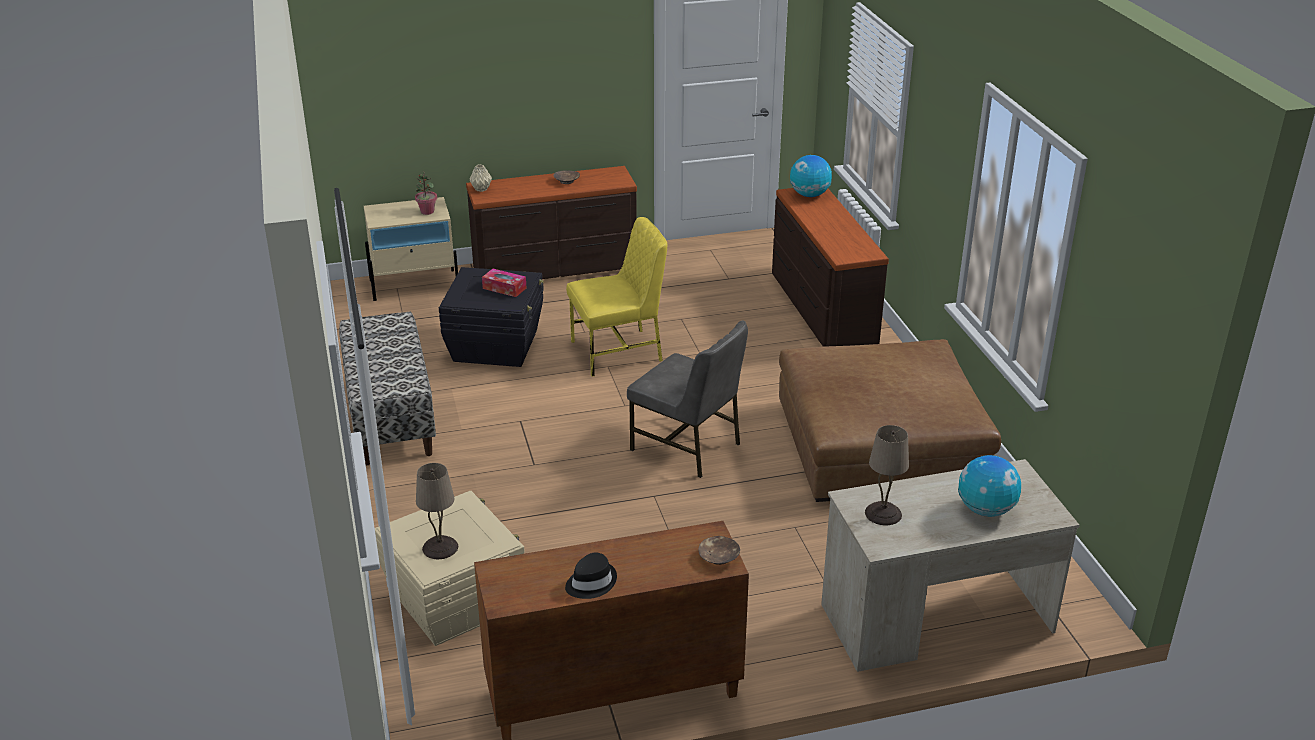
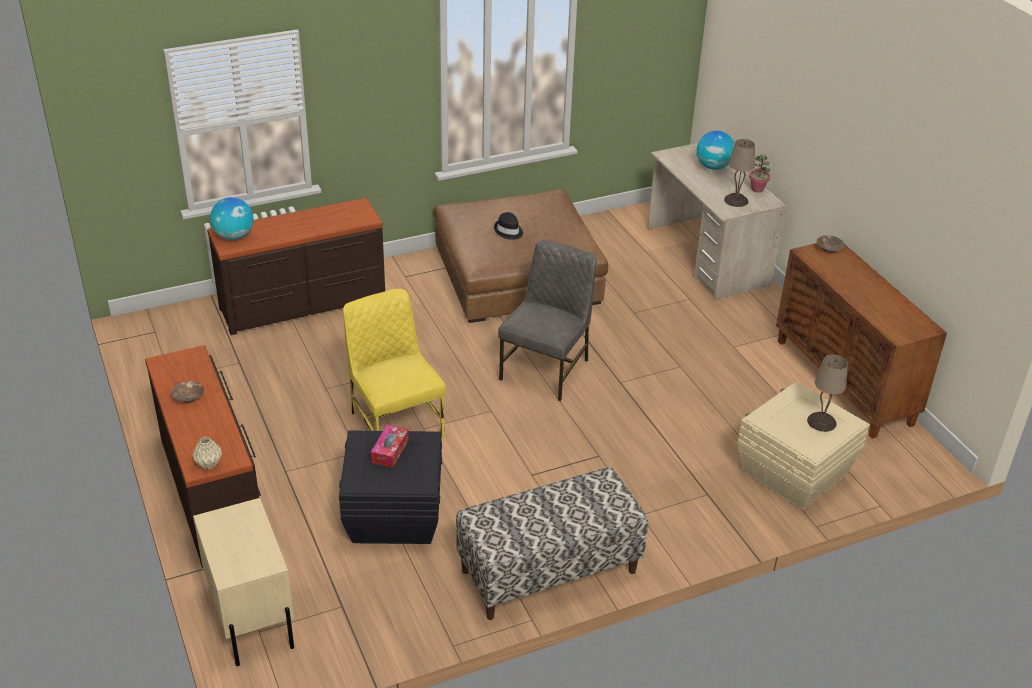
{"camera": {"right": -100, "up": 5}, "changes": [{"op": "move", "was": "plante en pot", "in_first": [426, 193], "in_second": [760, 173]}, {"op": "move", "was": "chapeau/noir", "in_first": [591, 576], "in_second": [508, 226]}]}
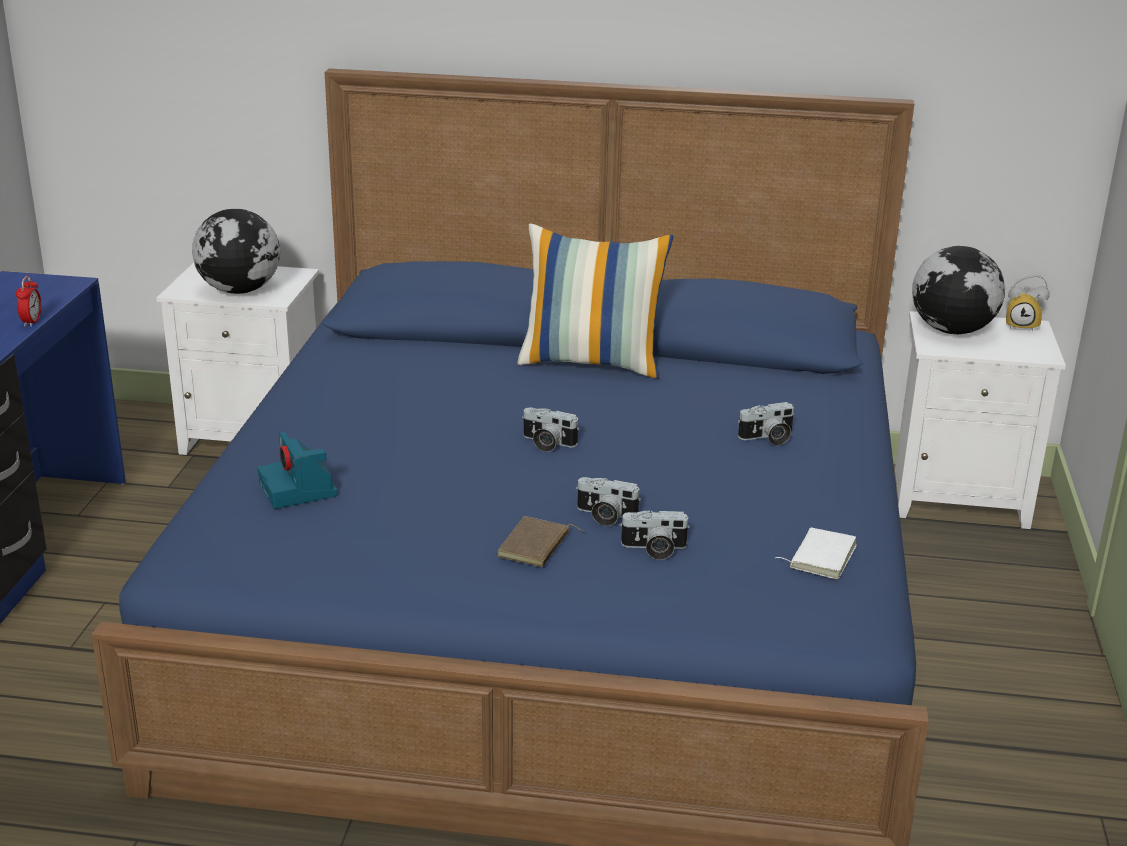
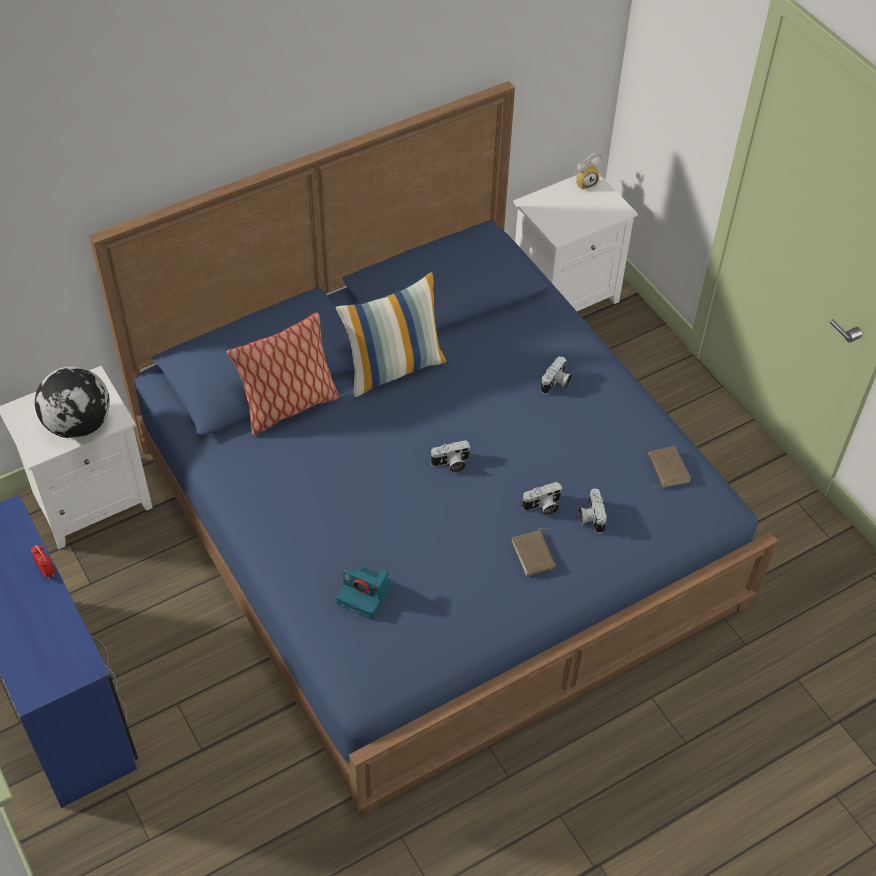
{"camera": {"right": -40, "up": 25}, "changes": [{"op": "delete", "was": "globe", "in_first": [958, 290]}, {"op": "insert", "now": "coussin", "in_second": [283, 373]}, {"op": "recolor", "was": "livre/blanc", "now": "livre/marron", "in_first": [816, 553], "in_second": [669, 467]}, {"op": "rotate", "was": "appareil photo", "in_first": [655, 535], "in_second": [593, 510], "clockwise": 120}]}
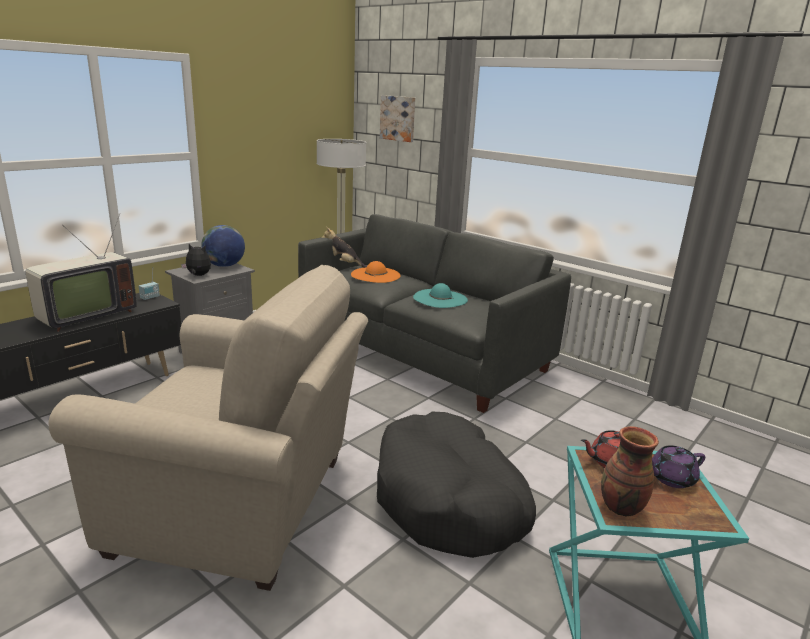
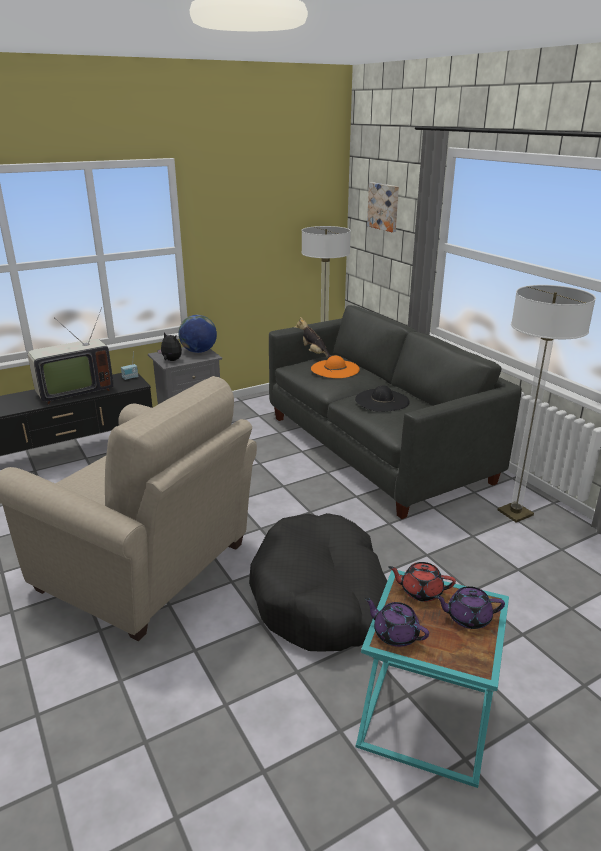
{"camera": {"right": 20, "up": 5}, "changes": [{"op": "insert", "now": "lampadaire", "in_second": [547, 404]}, {"op": "replace", "was": "vase", "now": "théière/violet", "in_first": [630, 471], "in_second": [397, 622]}, {"op": "recolor", "was": "chapeau/turquoise", "now": "chapeau/noir", "in_first": [440, 295], "in_second": [382, 398]}]}
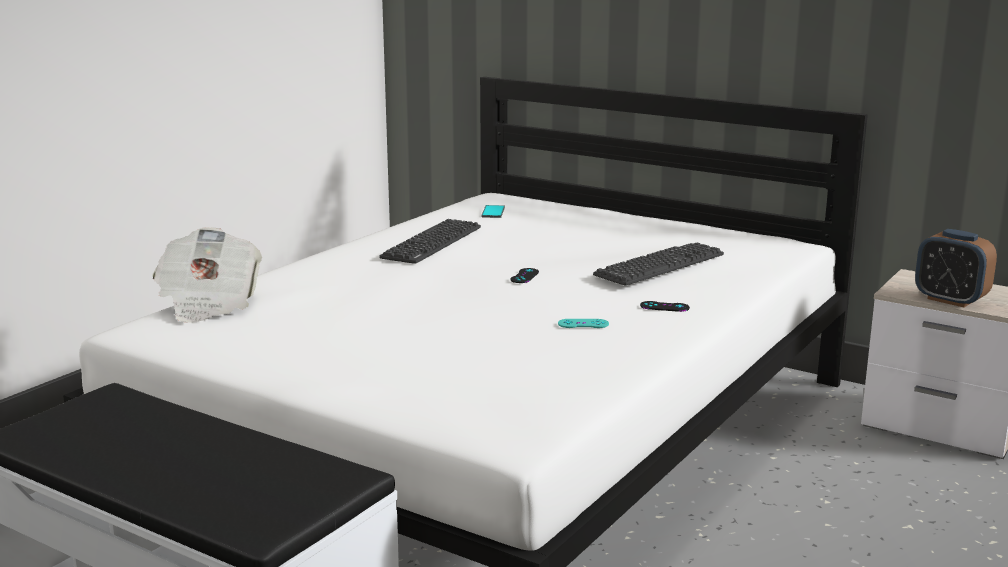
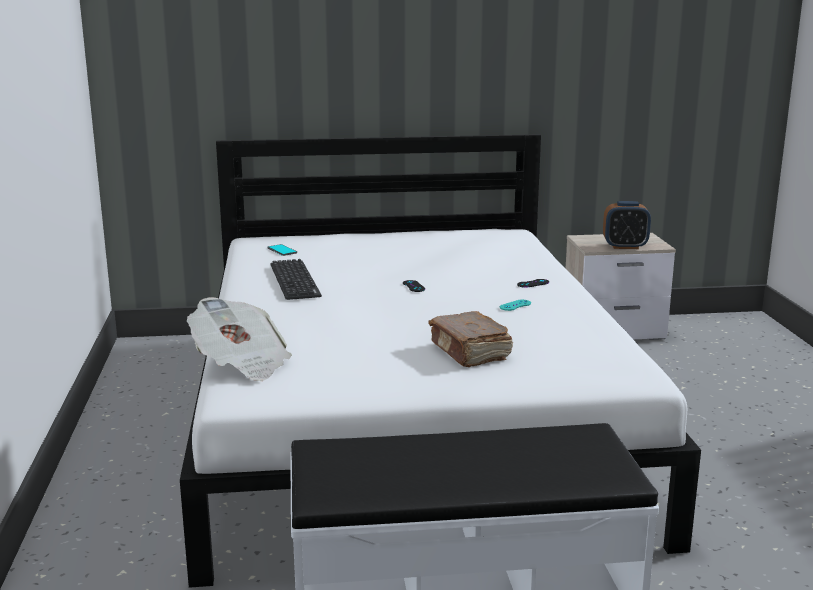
{"camera": {"right": -40, "up": 0}, "changes": [{"op": "delete", "was": "clavier", "in_first": [658, 264]}, {"op": "insert", "now": "livre/marron", "in_second": [470, 339]}]}
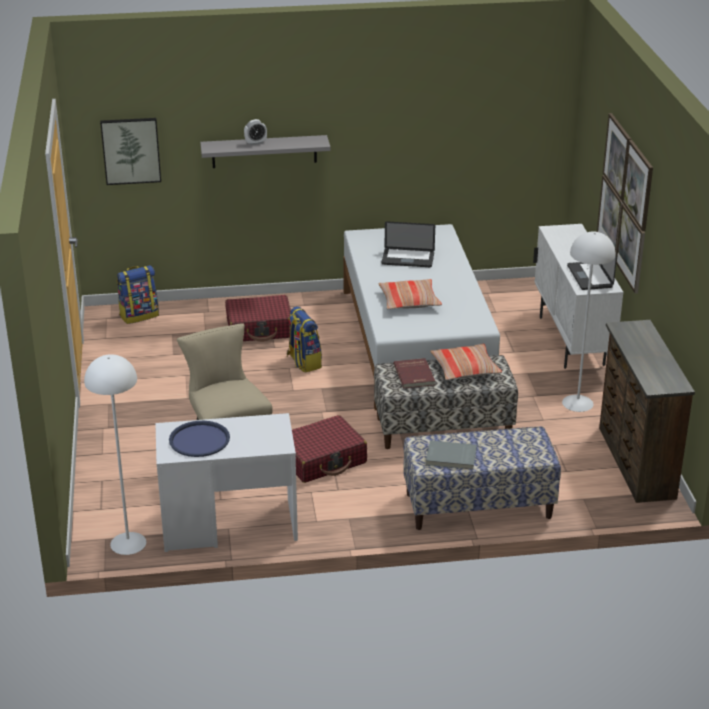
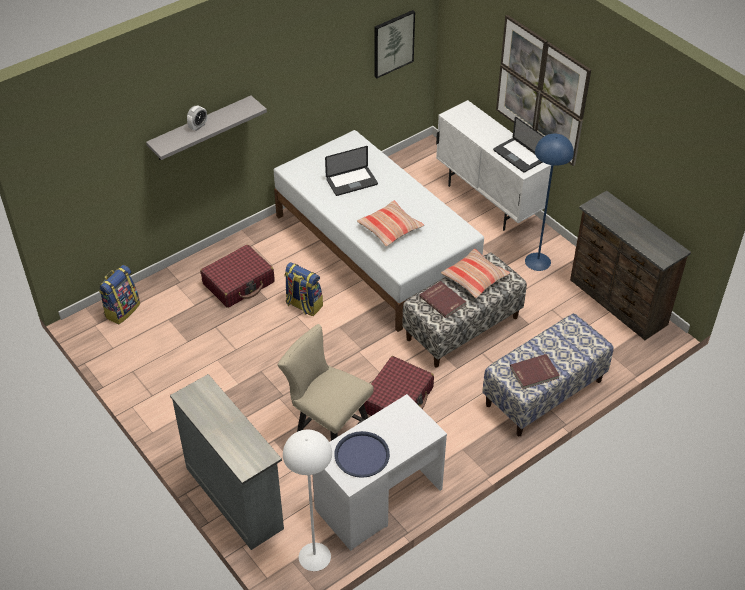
{"camera": {"right": -30, "up": 15}, "changes": [{"op": "insert", "now": "commode/gris", "in_second": [227, 462]}, {"op": "move", "was": "tableau", "in_first": [130, 151], "in_second": [395, 44]}, {"op": "recolor", "was": "livre/gris", "now": "livre/rouge", "in_first": [451, 455], "in_second": [535, 371]}, {"op": "recolor", "was": "lampadaire/blanc", "now": "lampadaire/bleu", "in_first": [589, 322], "in_second": [549, 202]}]}
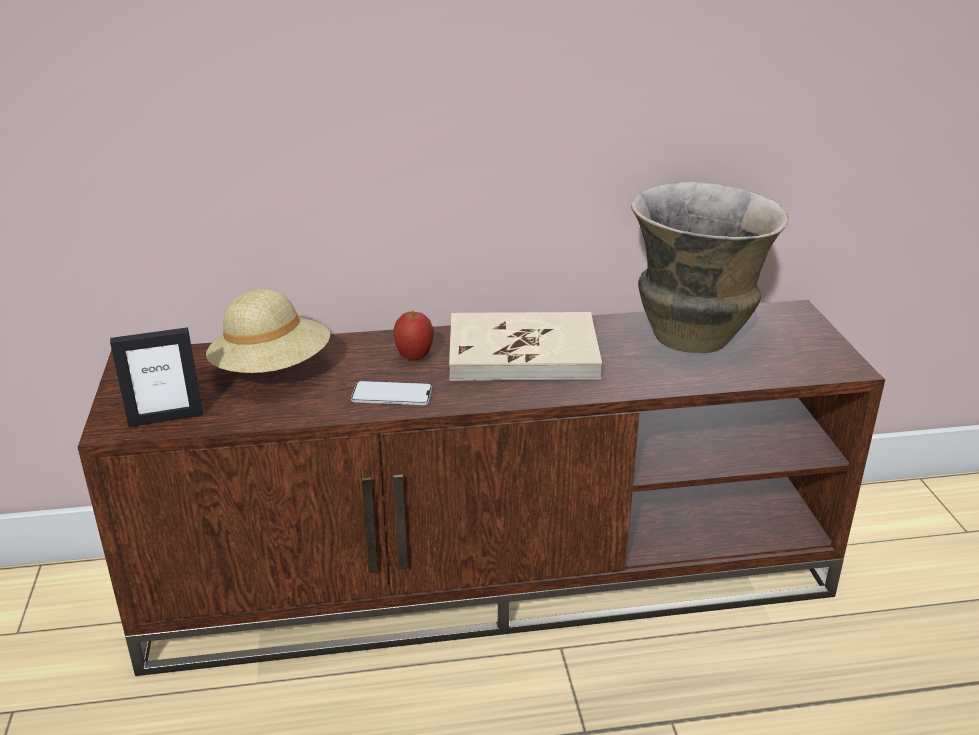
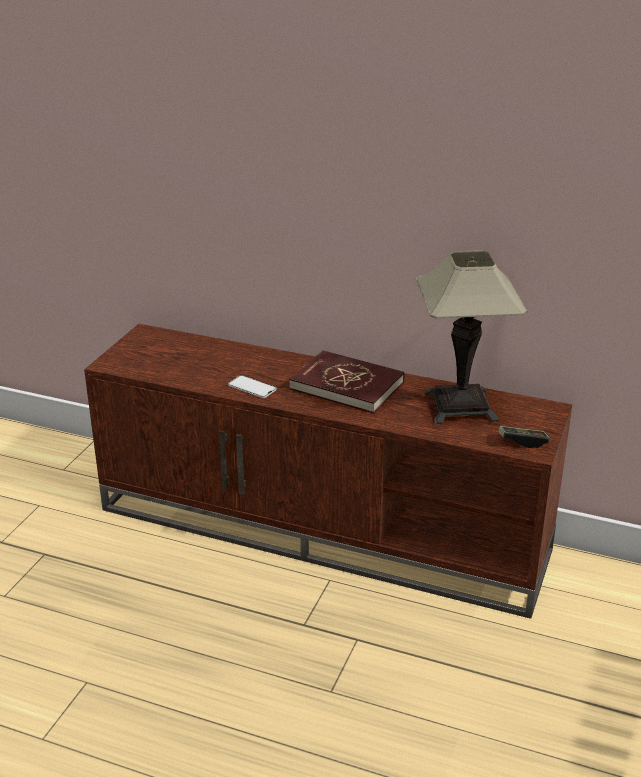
{"camera": {"right": 30, "up": 0}, "changes": [{"op": "delete", "was": "cadre photo", "in_first": [156, 377]}, {"op": "delete", "was": "chapeau/beige", "in_first": [268, 331]}, {"op": "delete", "was": "pomme", "in_first": [413, 336]}, {"op": "insert", "now": "manette", "in_second": [524, 437]}, {"op": "replace", "was": "vase", "now": "lampe de table", "in_first": [710, 267], "in_second": [471, 337]}, {"op": "recolor", "was": "livre/beige", "now": "livre/rouge", "in_first": [525, 346], "in_second": [346, 381]}]}
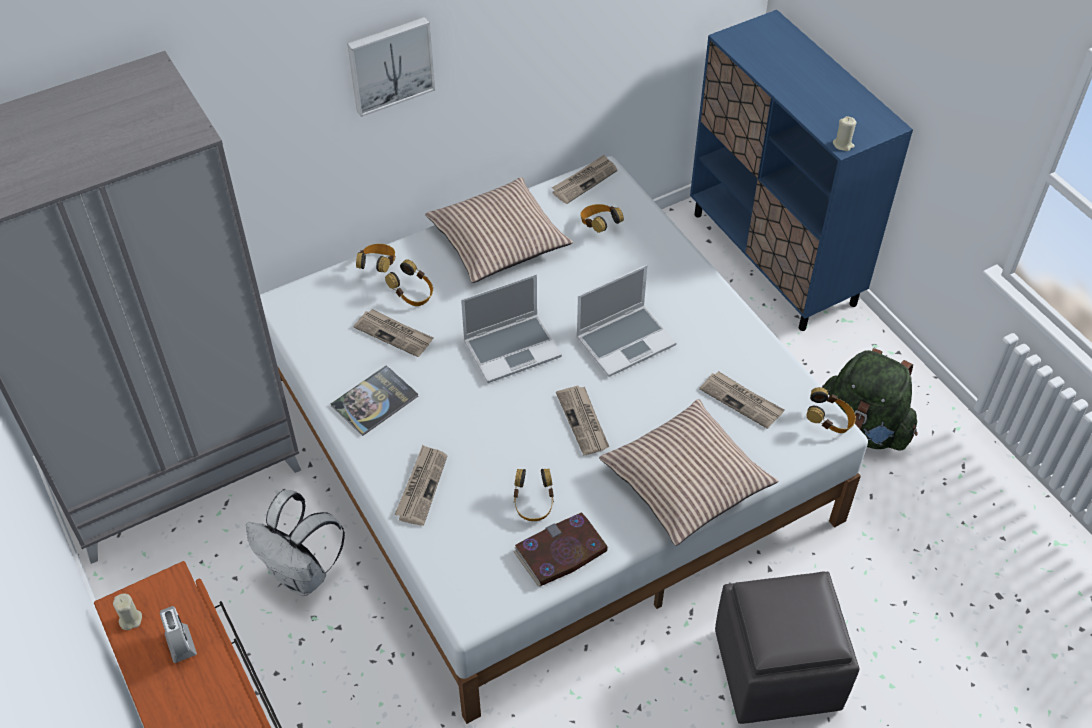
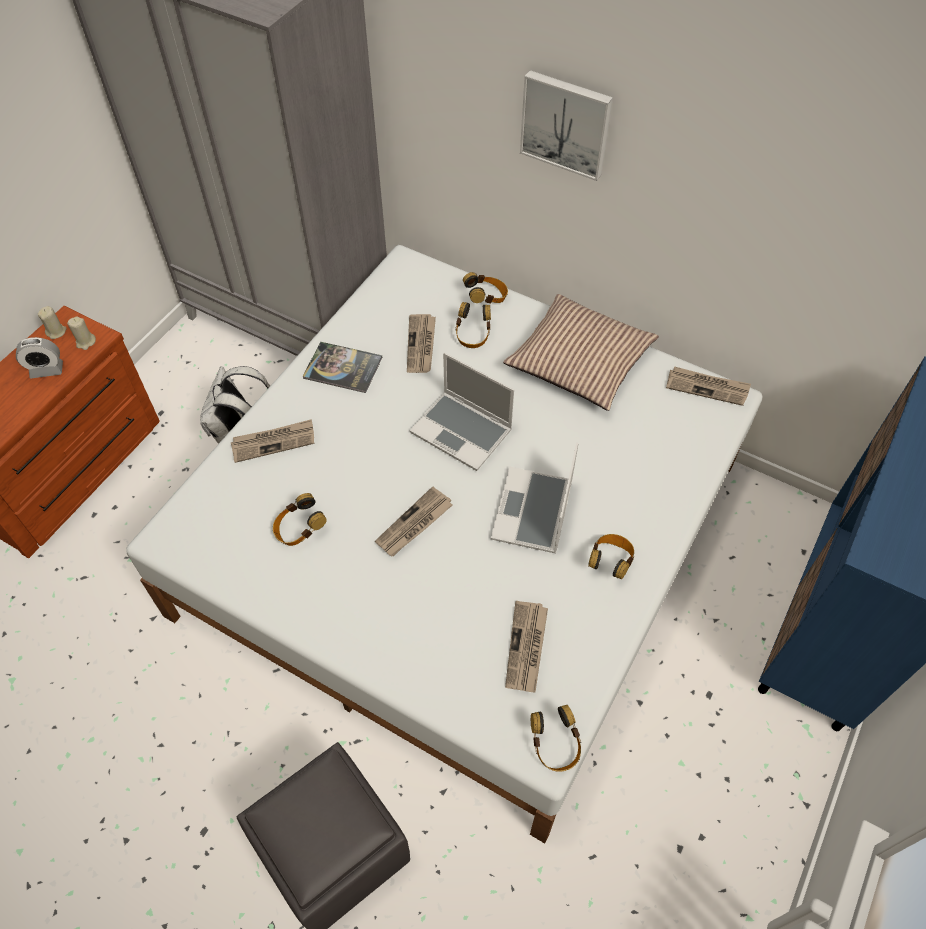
{"camera": {"right": 60, "up": 5}, "changes": [{"op": "delete", "was": "livre", "in_first": [560, 549]}, {"op": "delete", "was": "coussin", "in_first": [688, 472]}, {"op": "delete", "was": "sac à dos/vert", "in_first": [870, 399]}, {"op": "move", "was": "casque audio", "in_first": [602, 218], "in_second": [611, 556]}, {"op": "move", "was": "bougie/beige", "in_first": [844, 133], "in_second": [81, 333]}, {"op": "rotate", "was": "réveil", "in_first": [178, 634], "in_second": [39, 357], "clockwise": 45}, {"op": "rotate", "was": "ordinateur portable", "in_first": [626, 321], "in_second": [534, 497], "clockwise": 75}]}
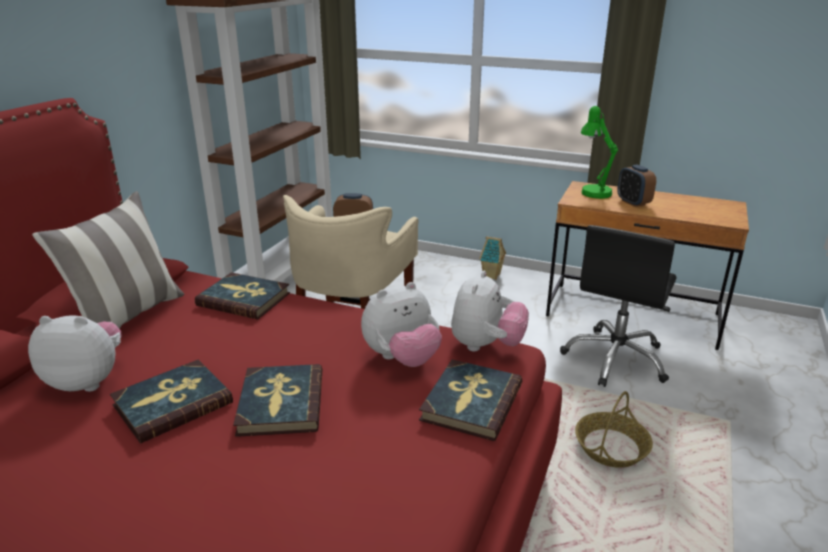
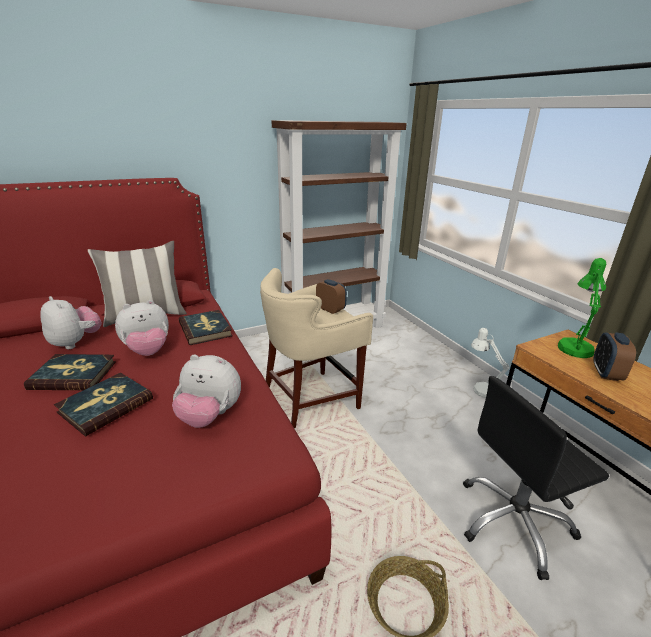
{"camera": {"right": 40, "up": 0}, "changes": [{"op": "delete", "was": "livre", "in_first": [470, 400]}, {"op": "move", "was": "peluche", "in_first": [490, 311], "in_second": [142, 328]}, {"op": "replace", "was": "maison miniature", "now": "lampe de table/blanc", "in_first": [492, 258], "in_second": [490, 363]}]}
